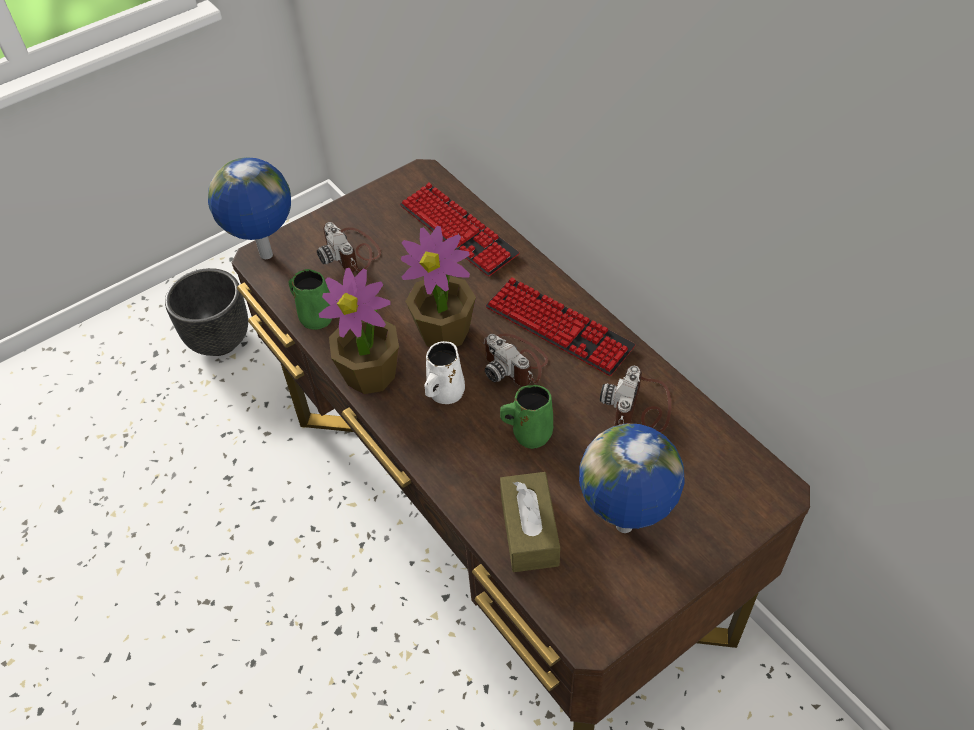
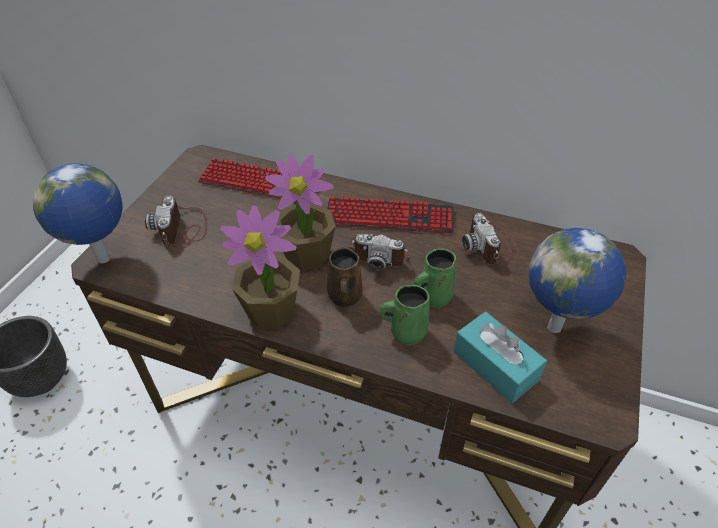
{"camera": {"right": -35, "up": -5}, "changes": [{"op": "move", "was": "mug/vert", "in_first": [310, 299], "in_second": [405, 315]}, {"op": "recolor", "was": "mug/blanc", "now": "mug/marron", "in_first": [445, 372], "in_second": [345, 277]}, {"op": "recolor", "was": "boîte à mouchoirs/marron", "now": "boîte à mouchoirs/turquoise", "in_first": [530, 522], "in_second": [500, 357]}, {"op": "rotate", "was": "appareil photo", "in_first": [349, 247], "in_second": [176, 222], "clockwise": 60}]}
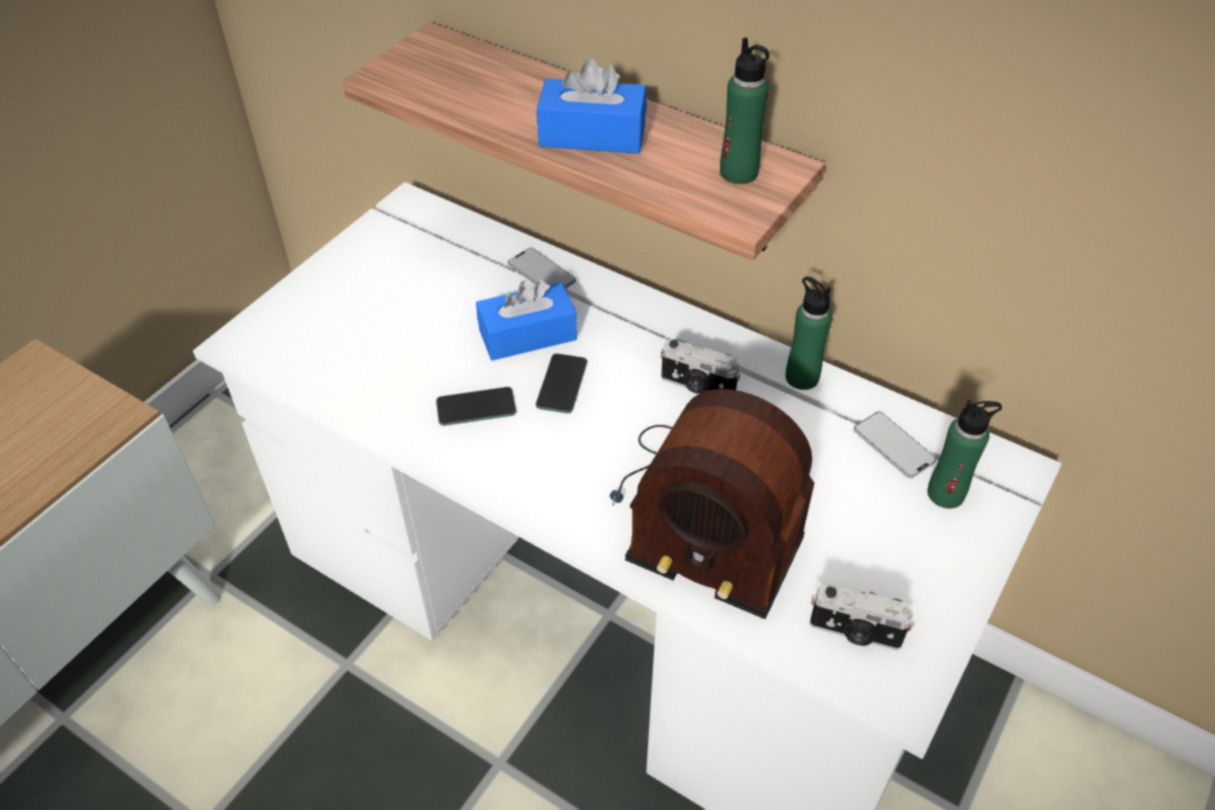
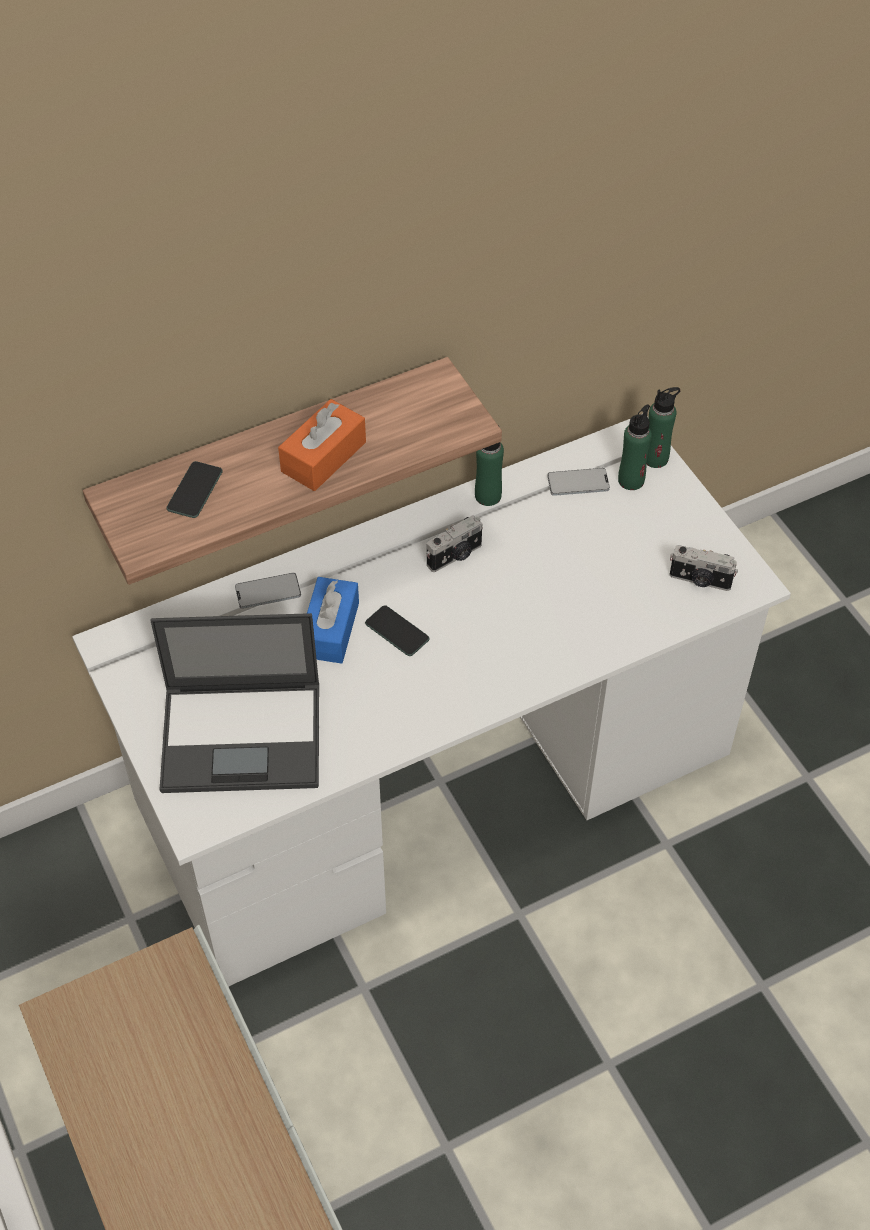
{"camera": {"right": -60, "up": 5}, "changes": [{"op": "delete", "was": "radio", "in_first": [712, 504]}, {"op": "insert", "now": "ordinateur portable", "in_second": [234, 703]}, {"op": "move", "was": "téléphone", "in_first": [476, 406], "in_second": [194, 489]}, {"op": "move", "was": "bouteille/vert", "in_first": [744, 110], "in_second": [663, 427]}, {"op": "recolor", "was": "boîte à mouchoirs/bleu", "now": "boîte à mouchoirs/orange", "in_first": [592, 106], "in_second": [322, 445]}, {"op": "rotate", "was": "appareil photo", "in_first": [862, 616], "in_second": [704, 568], "clockwise": 60}]}
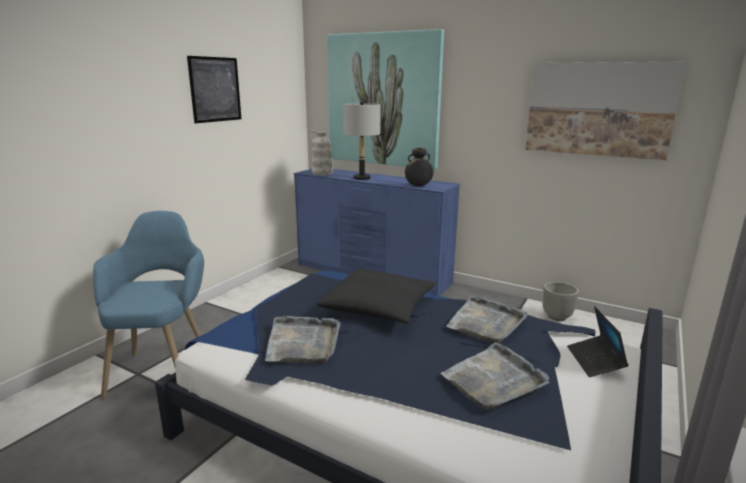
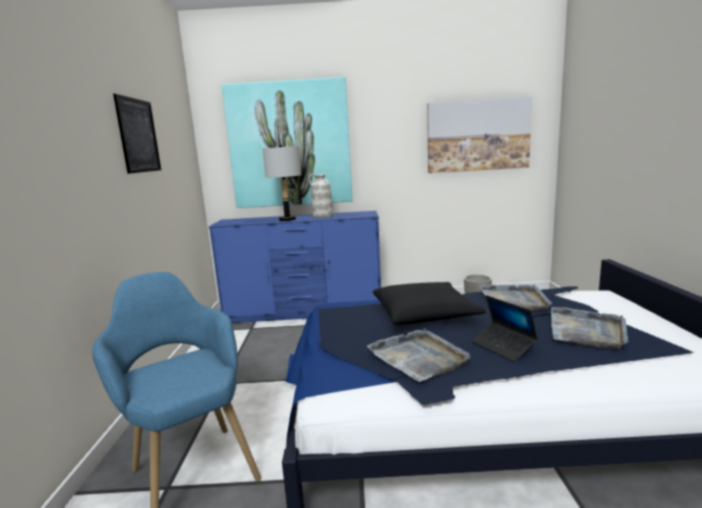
{"camera": {"right": -30, "up": -5}, "changes": [{"op": "delete", "was": "vase/noir", "in_first": [419, 167]}, {"op": "move", "was": "vase/blanc", "in_first": [321, 152], "in_second": [320, 196]}, {"op": "move", "was": "ordinateur portable", "in_first": [598, 341], "in_second": [504, 328]}]}
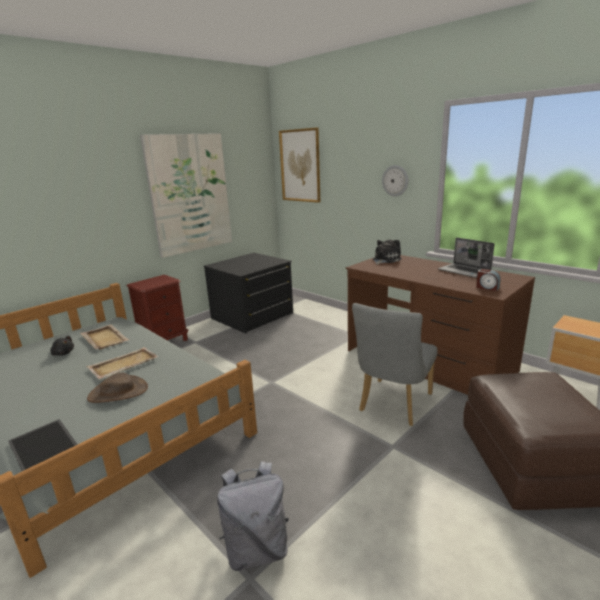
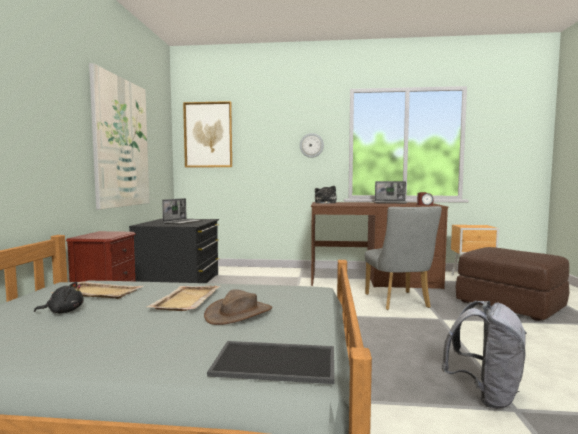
{"camera": {"right": -40, "up": -15}, "changes": [{"op": "insert", "now": "ordinateur portable", "in_second": [182, 211]}]}
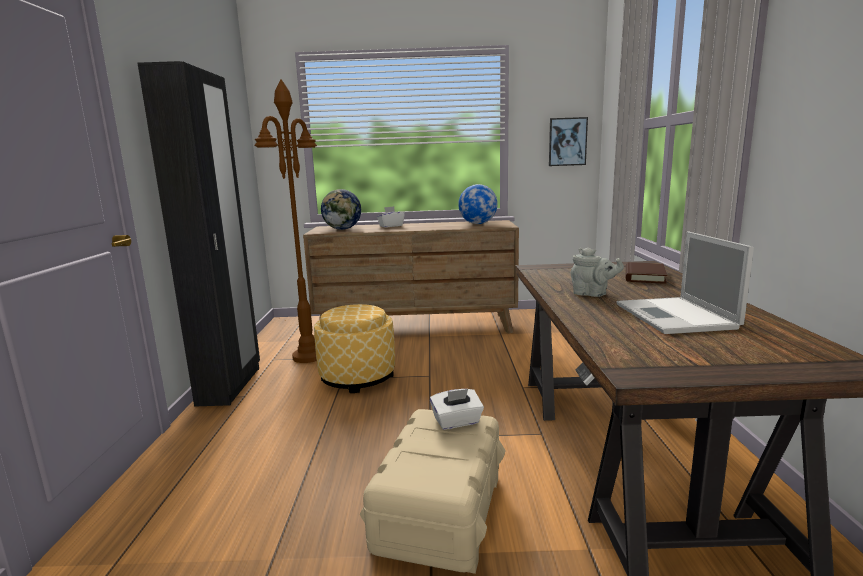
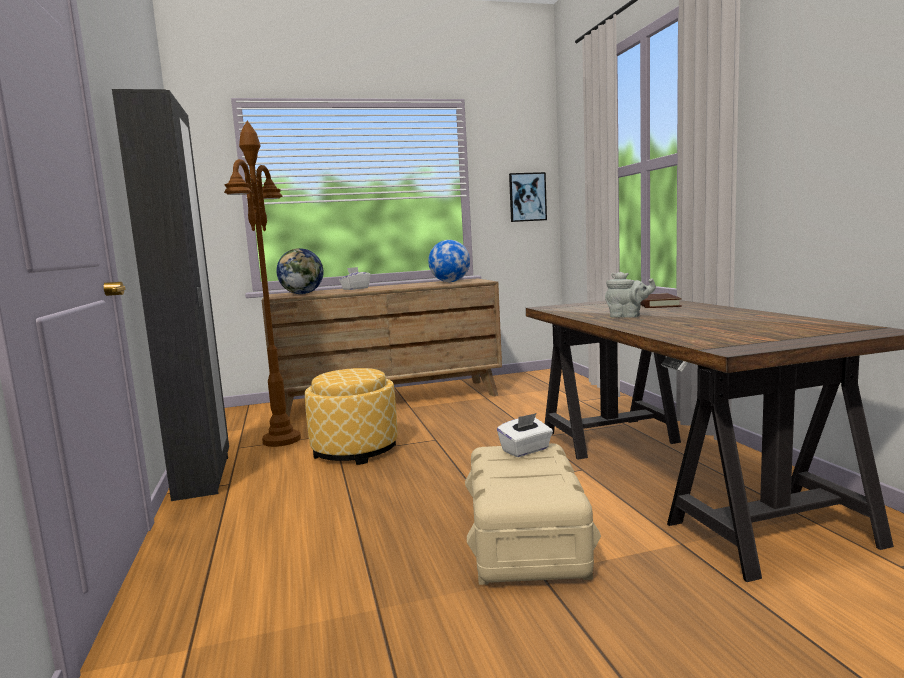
{"camera": {"right": -15, "up": -5}, "changes": [{"op": "delete", "was": "ordinateur portable", "in_first": [685, 282]}]}
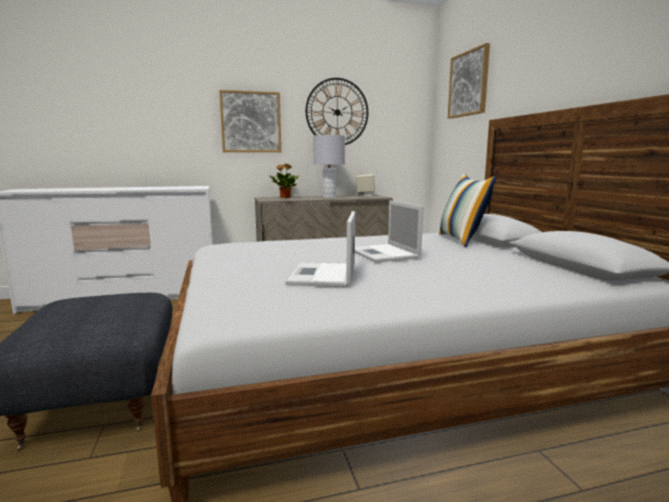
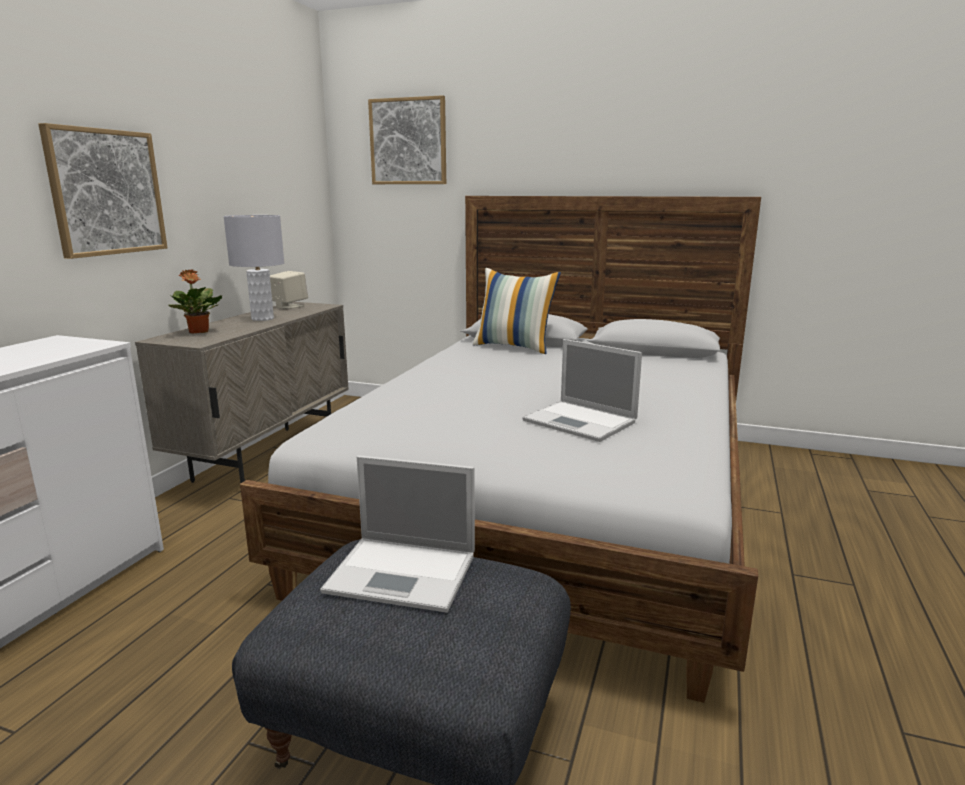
{"camera": {"right": -55, "up": 5}, "changes": [{"op": "delete", "was": "horloge murale", "in_first": [336, 111]}, {"op": "move", "was": "ordinateur portable", "in_first": [389, 232], "in_second": [397, 534]}]}
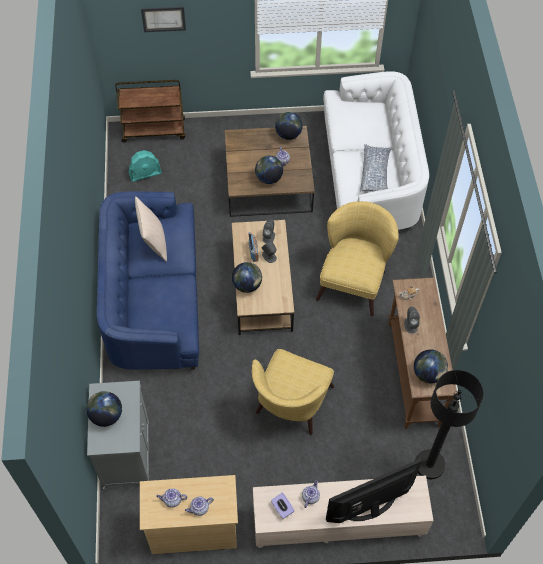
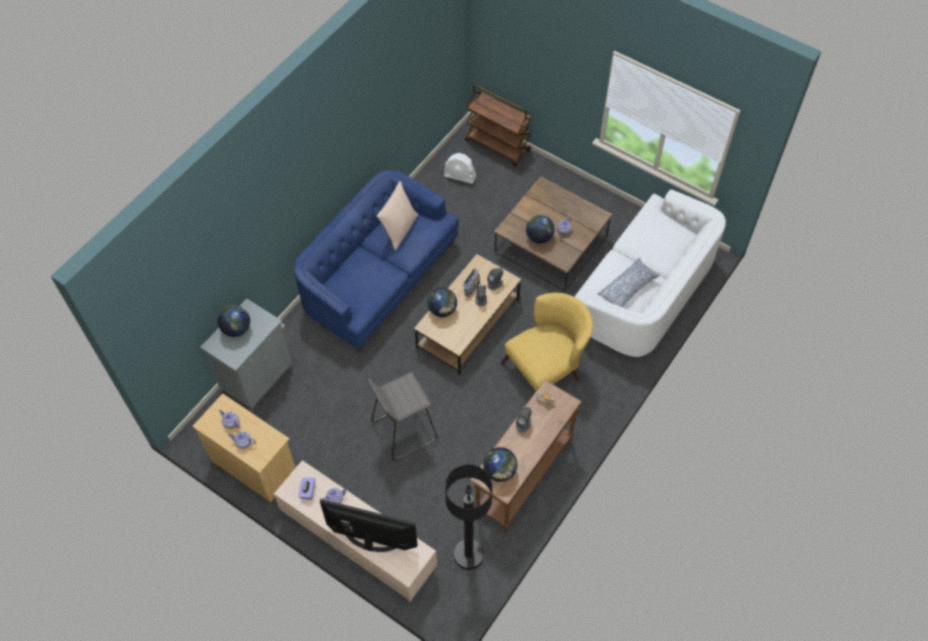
{"camera": {"right": 40, "up": 0}, "changes": [{"op": "delete", "was": "tableau", "in_first": [163, 19]}, {"op": "delete", "was": "globe", "in_first": [289, 126]}, {"op": "replace", "was": "fauteuil/jaune", "now": "tabouret/gris", "in_first": [293, 392], "in_second": [402, 416]}, {"op": "recolor", "was": "ventilateur/turquoise", "now": "ventilateur/blanc", "in_first": [145, 166], "in_second": [460, 168]}]}
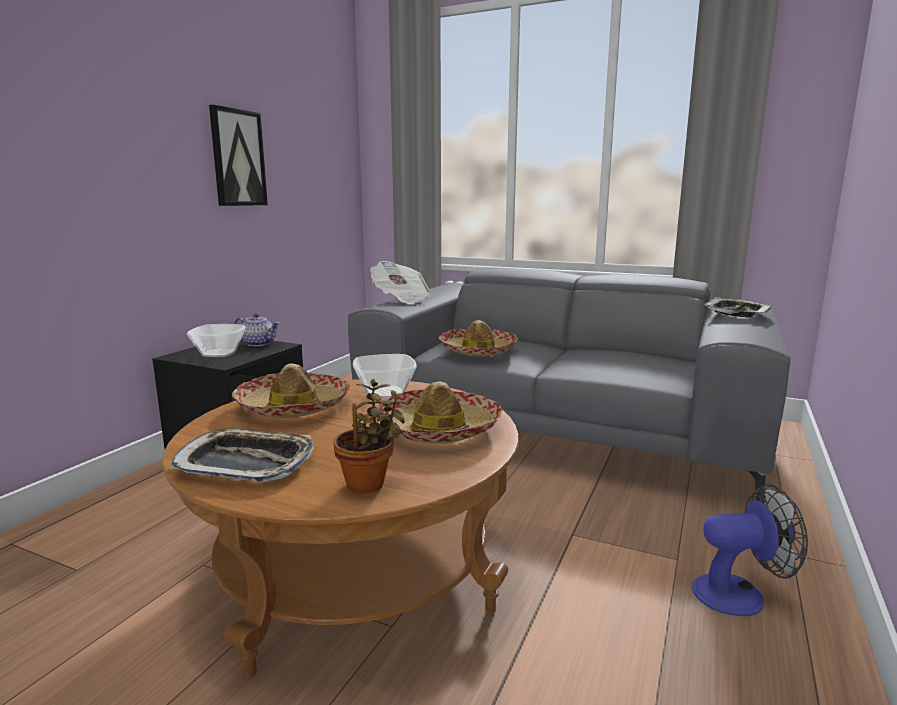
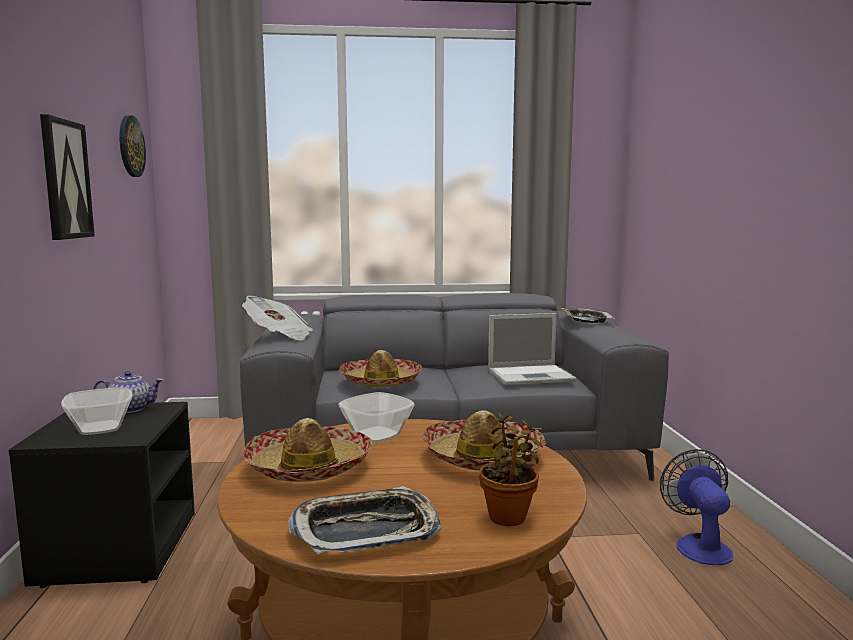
{"camera": {"right": -30, "up": -5}, "changes": [{"op": "insert", "now": "horloge murale", "in_second": [132, 146]}, {"op": "insert", "now": "ordinateur portable", "in_second": [532, 349]}, {"op": "rotate", "was": "ventilateur", "in_first": [750, 550], "in_second": [696, 507], "clockwise": -60}]}
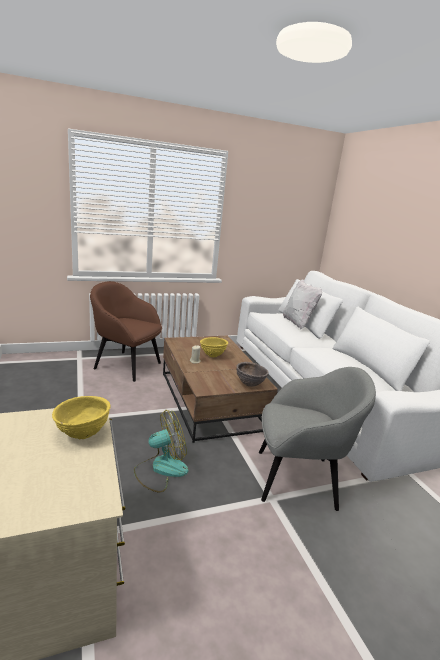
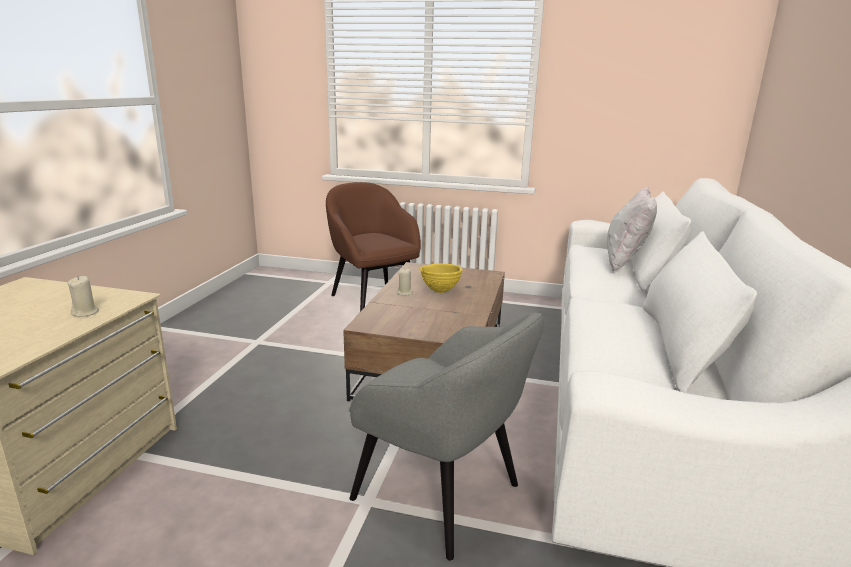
{"camera": {"right": 35, "up": 0}, "changes": [{"op": "delete", "was": "ventilateur", "in_first": [161, 451]}, {"op": "delete", "was": "bol/marron", "in_first": [252, 374]}, {"op": "replace", "was": "bol/jaune", "now": "bougie/beige", "in_first": [81, 418], "in_second": [83, 296]}]}
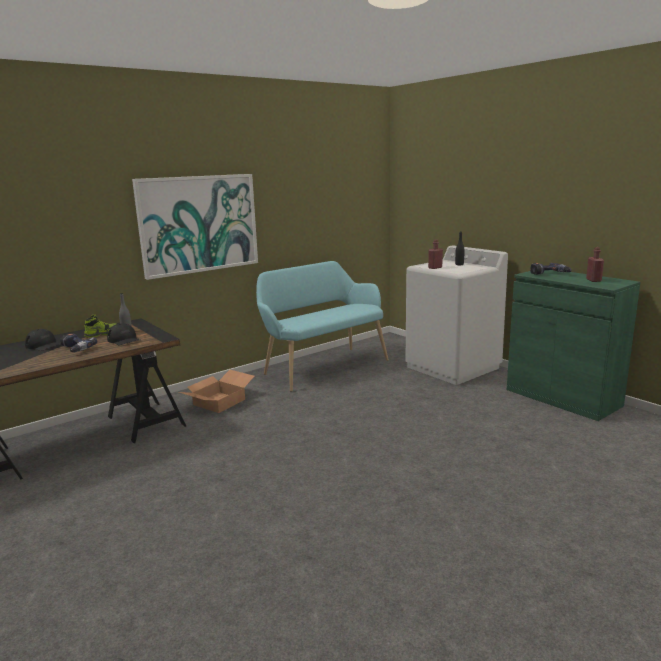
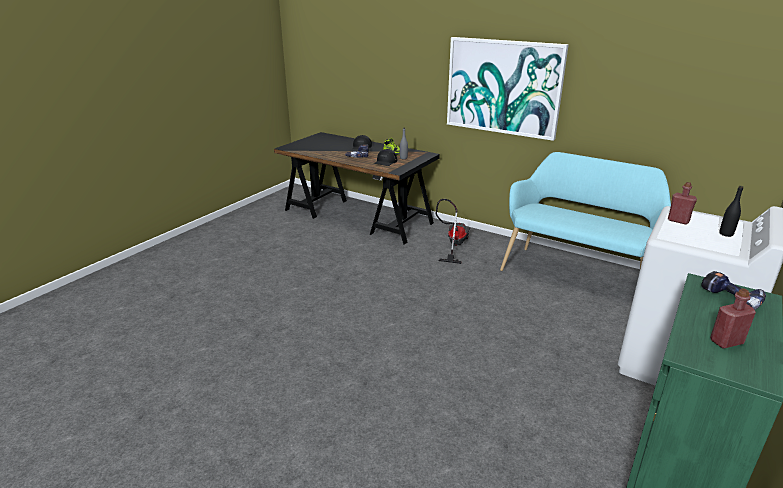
{"camera": {"right": 70, "up": 10}, "changes": [{"op": "replace", "was": "carton", "now": "aspirateur", "in_first": [217, 391], "in_second": [453, 231]}]}
